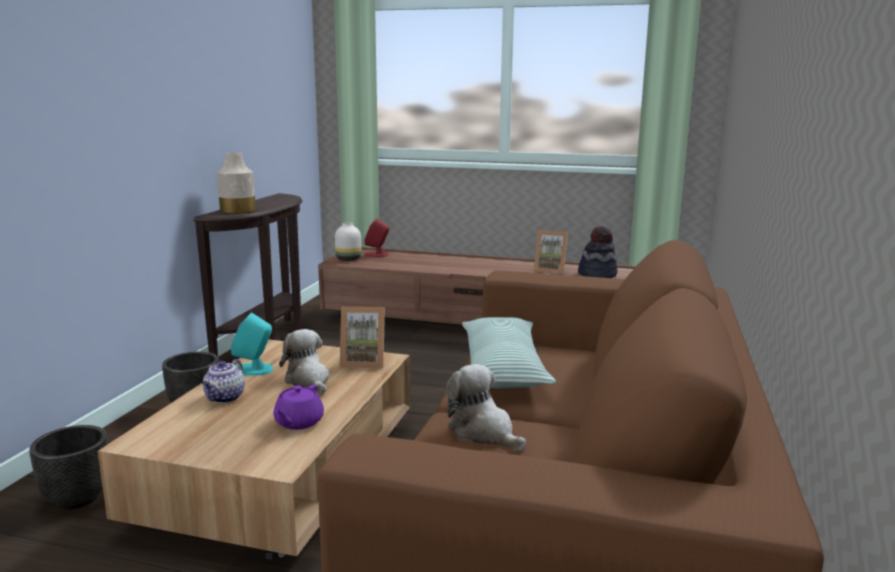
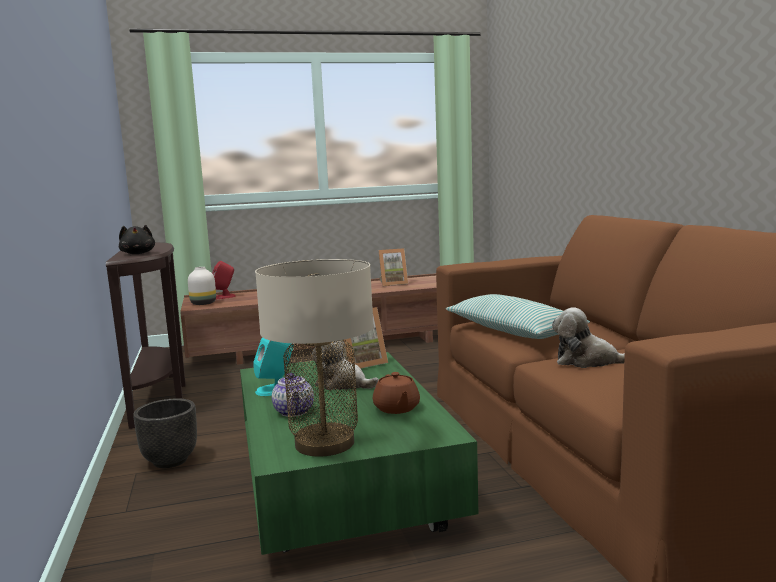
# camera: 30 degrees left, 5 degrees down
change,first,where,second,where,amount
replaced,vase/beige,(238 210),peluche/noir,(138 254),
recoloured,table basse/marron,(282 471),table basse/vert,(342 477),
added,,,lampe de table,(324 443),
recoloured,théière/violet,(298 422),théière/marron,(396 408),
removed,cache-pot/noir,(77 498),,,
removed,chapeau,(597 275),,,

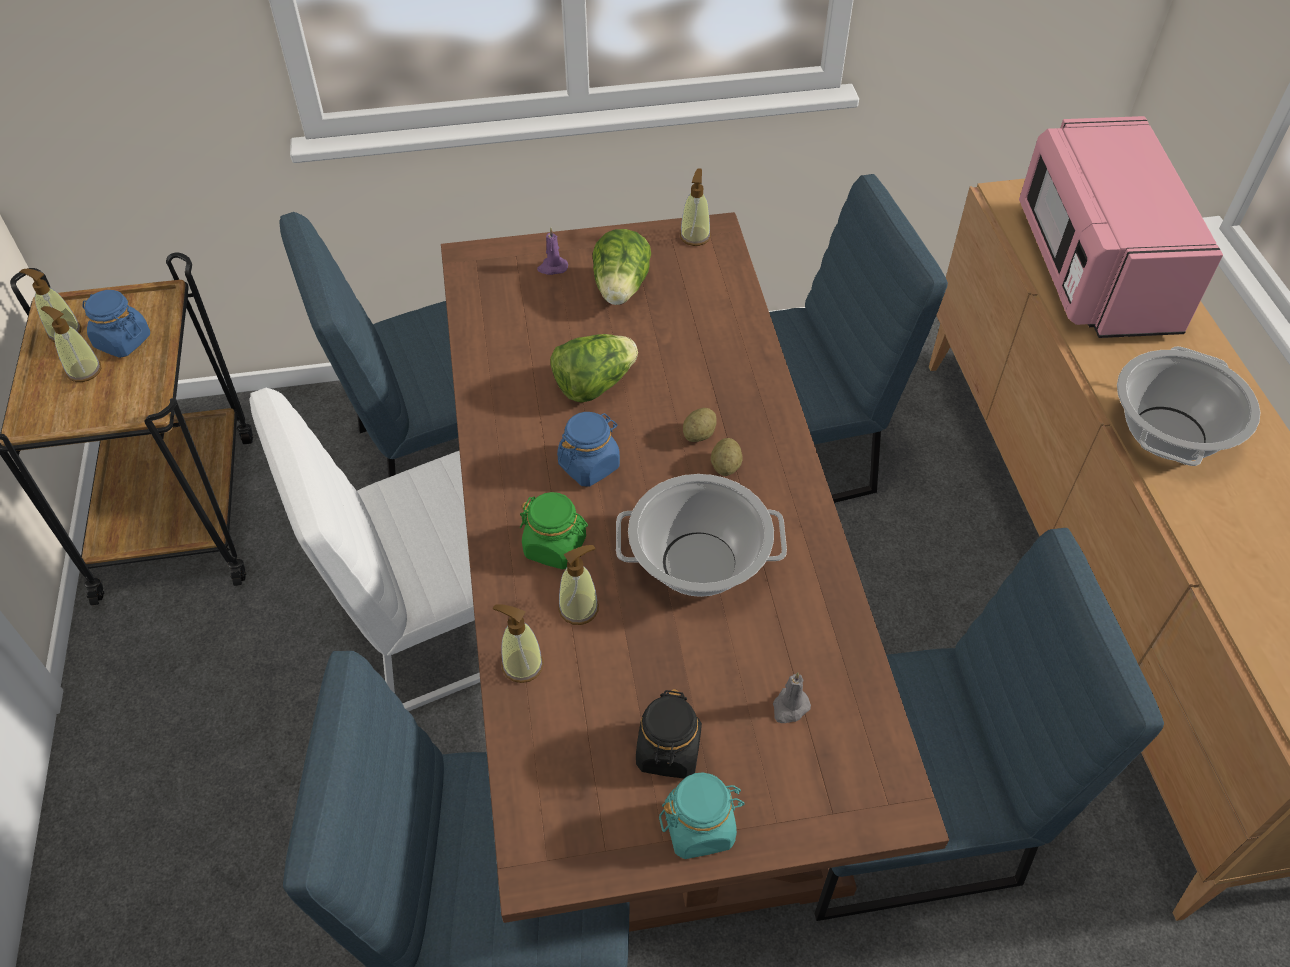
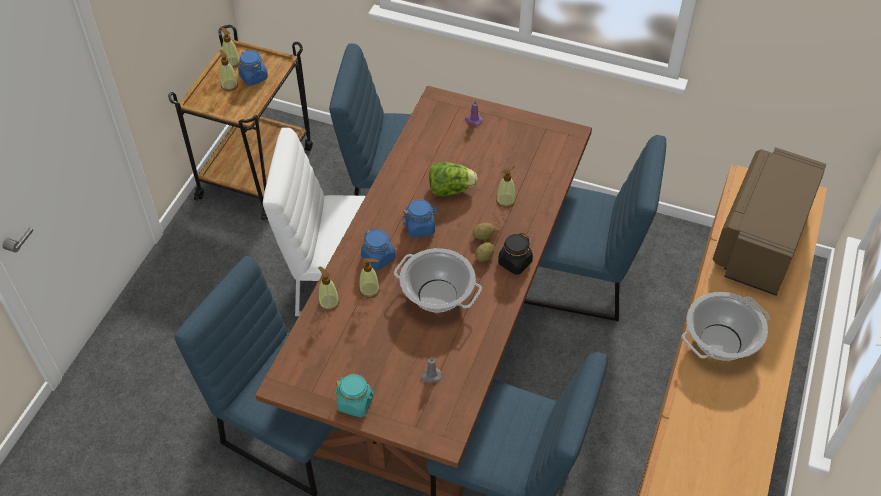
# camera: 30 degrees right, 0 degrees up
change,first,where,second,where,amount
recoloured,bocal/vert,(555 547),bocal/bleu,(378 258),
moved,distributeur de savon,(695 236),,(505 200),
moved,bocal/noir,(668 751),,(514 263),
recoloured,micro-ondes/rose,(1093 269),micro-ondes/marron,(760 240),
removed,laitue,(621 289),,,

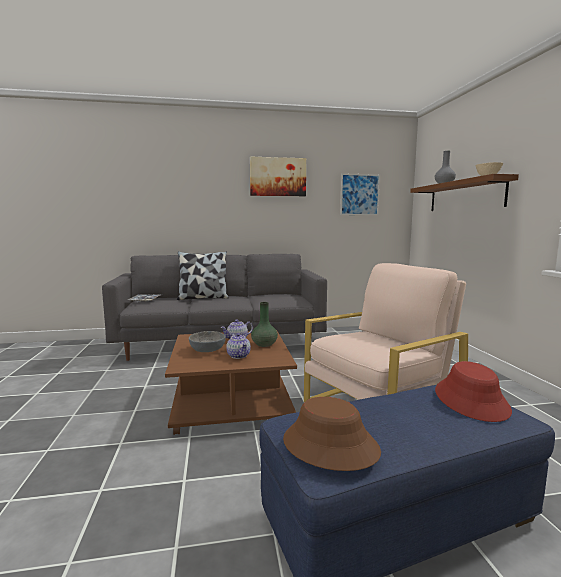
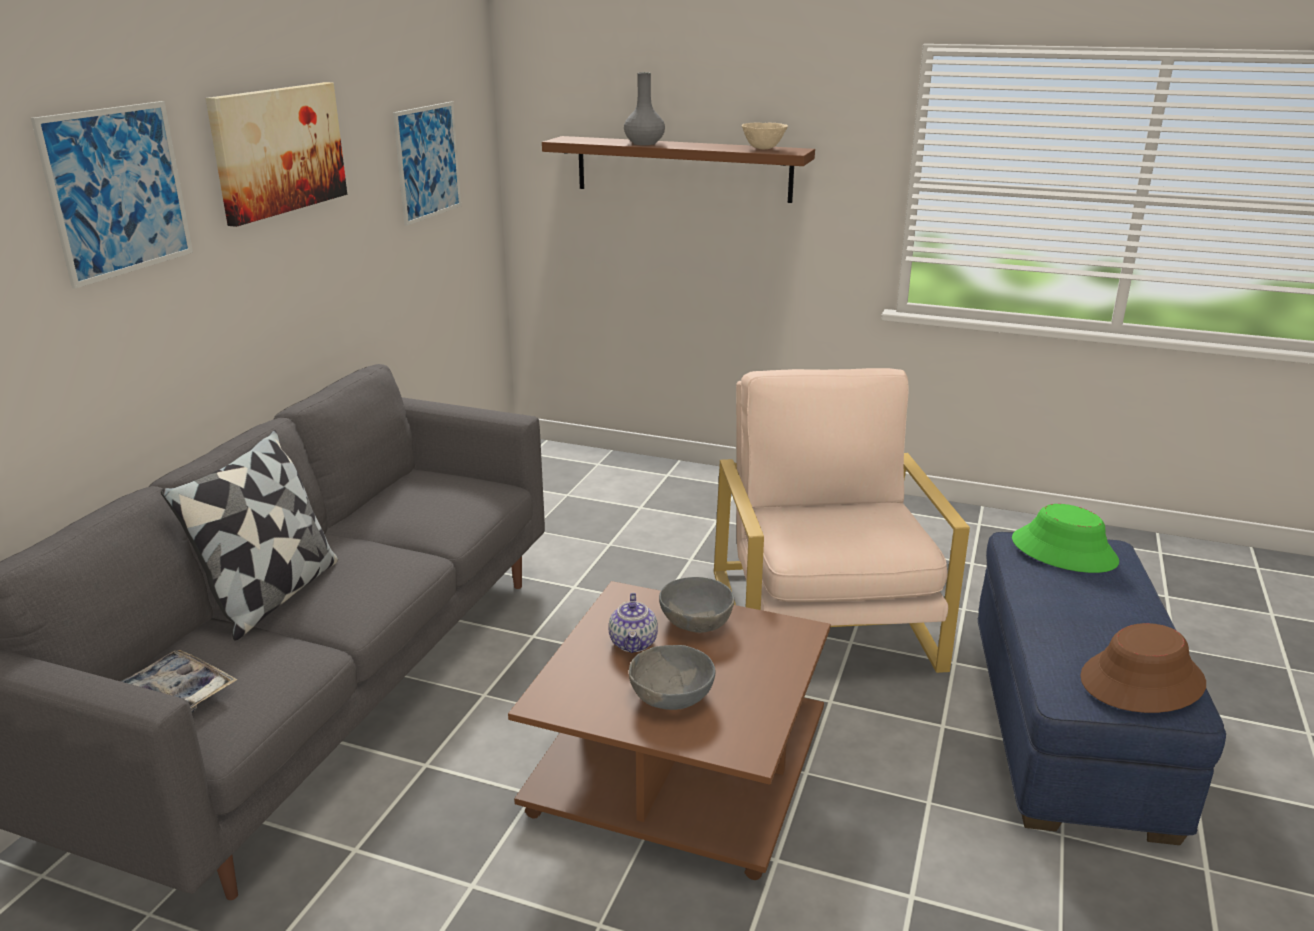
# camera: 60 degrees left, 15 degrees up
change,first,where,second,where,amount
added,,,tableau,(118 191),
replaced,vase/vert,(264 344),bol/gris,(697 621),
recoloured,chapeau/rouge,(471 400),chapeau/vert,(1064 551),
removed,théière,(239 355),,,

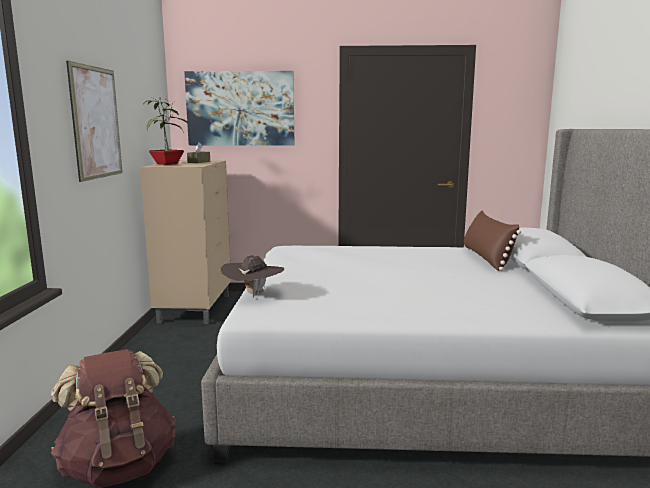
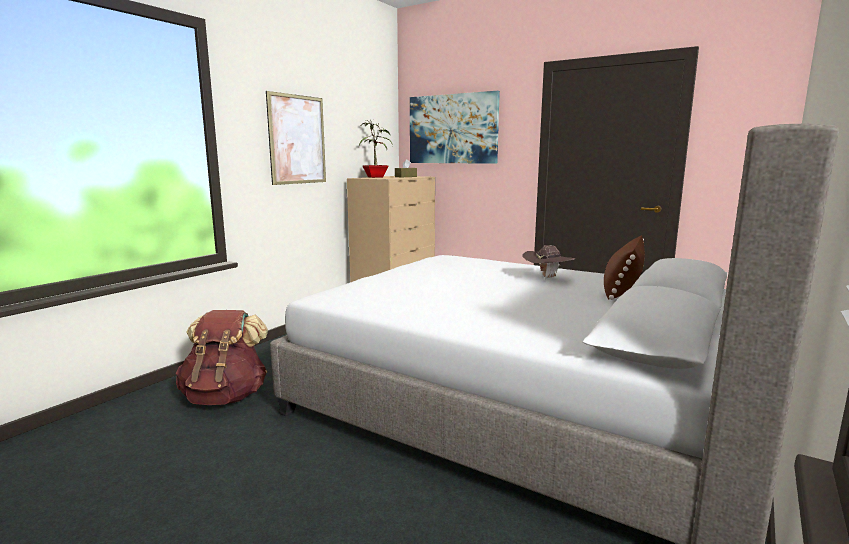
# camera: 30 degrees right, 0 degrees up
change,first,where,second,where,amount
moved,chapeau/marron,(253 294),,(547 277),

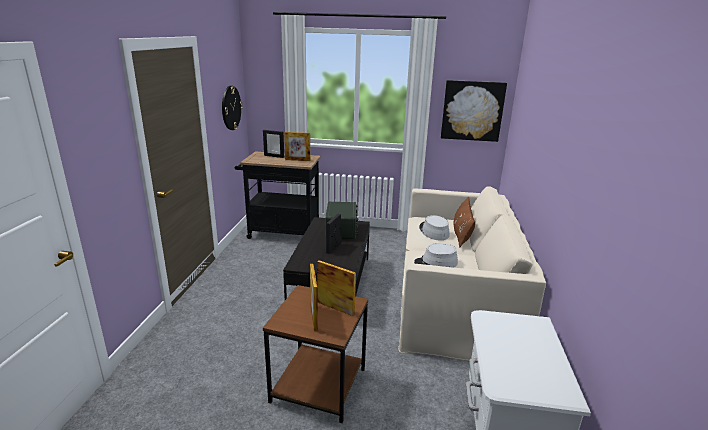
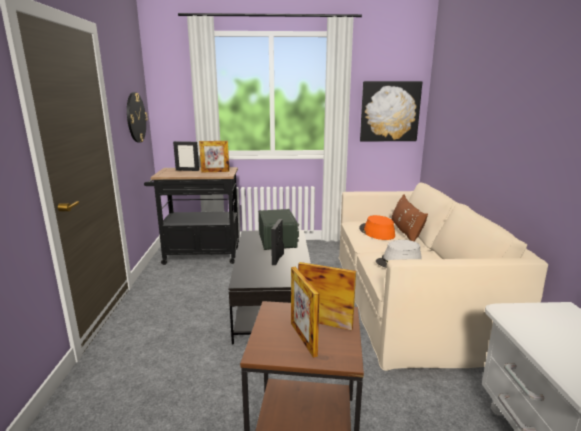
# camera: 10 degrees left, 5 degrees down
change,first,where,second,where,amount
recoloured,chapeau/gris,(433 231),chapeau/orange,(376 232),

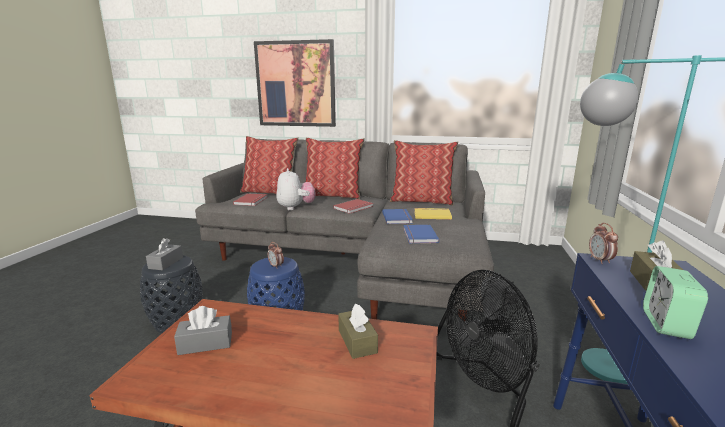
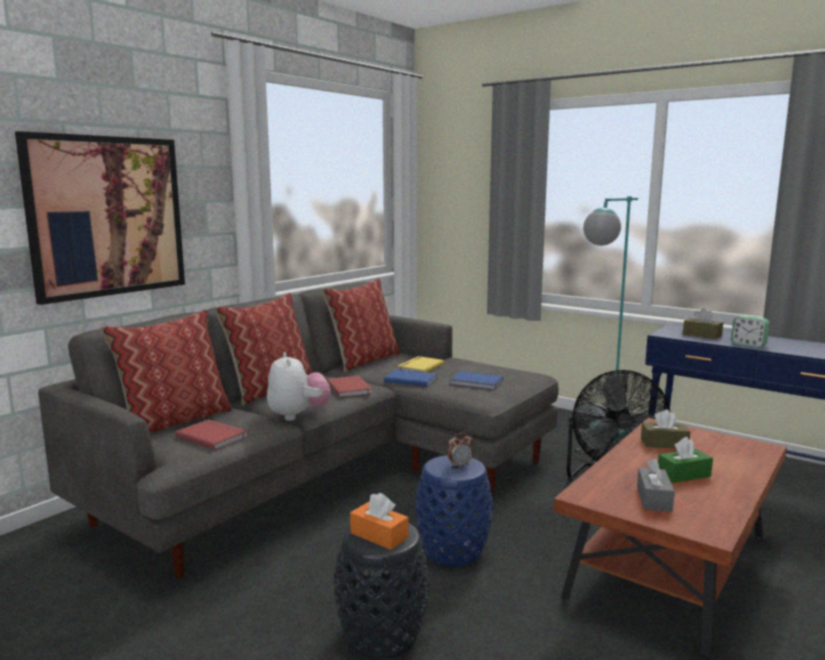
# camera: 65 degrees left, 5 degrees down
change,first,where,second,where,amount
turned,peluche,(296 208),,(298 415),60 degrees clockwise
recoloured,boîte à mouchoirs/gris,(166 263),boîte à mouchoirs/orange,(379 535),
added,,,boîte à mouchoirs/vert,(683 474),
removed,réveil,(600 260),,,

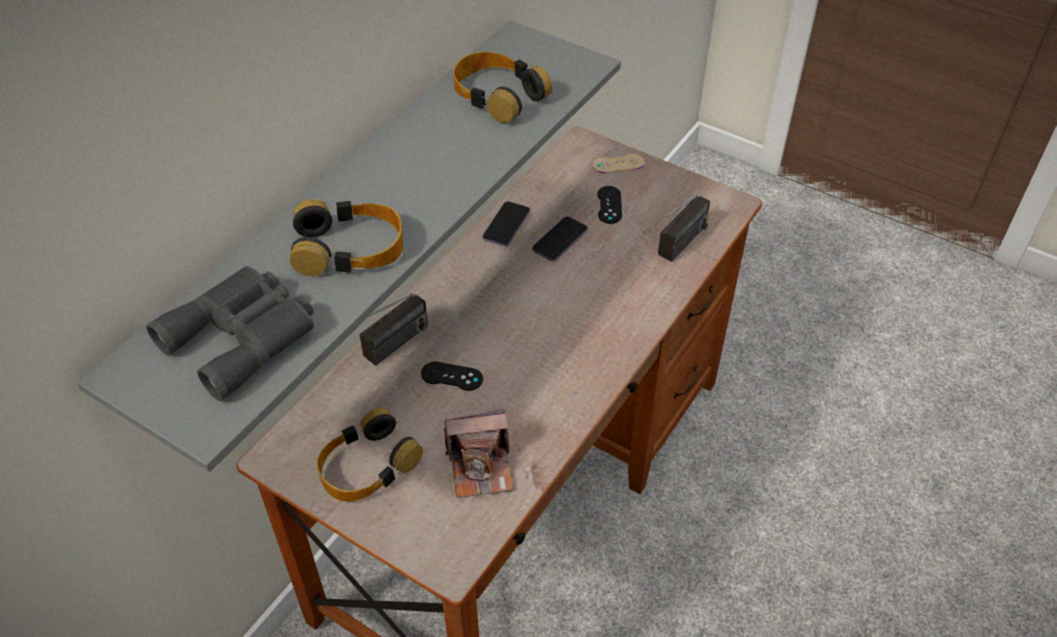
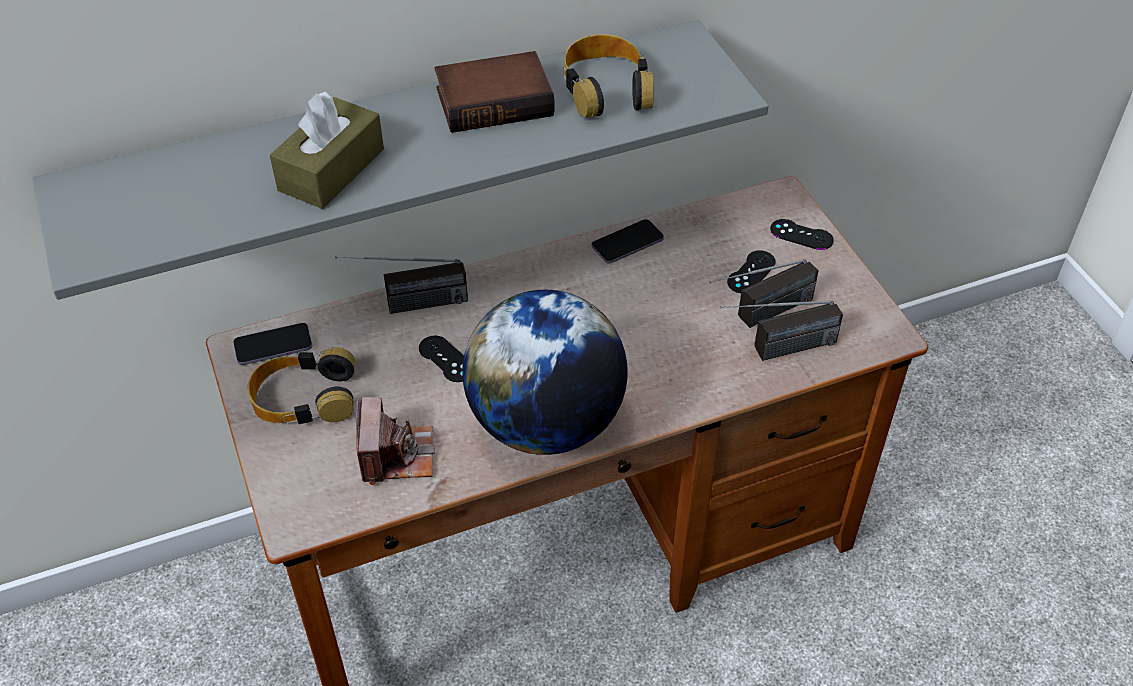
# camera: 35 degrees right, 0 degrees up
change,first,where,second,where,amount
moved,téléphone,(560 240),,(273 346),
replaced,casque audio,(349 248),boîte à mouchoirs/marron,(331 170),
turned,appareil photo,(481 467),,(396 455),120 degrees counterclockwise
added,,,livre,(495 100),
added,,,globe,(546 423),
added,,,radio,(759 316),
recoloured,manette/beige,(618 164),manette/noir,(801 235),
removed,jumelles/gris,(244 335),,,

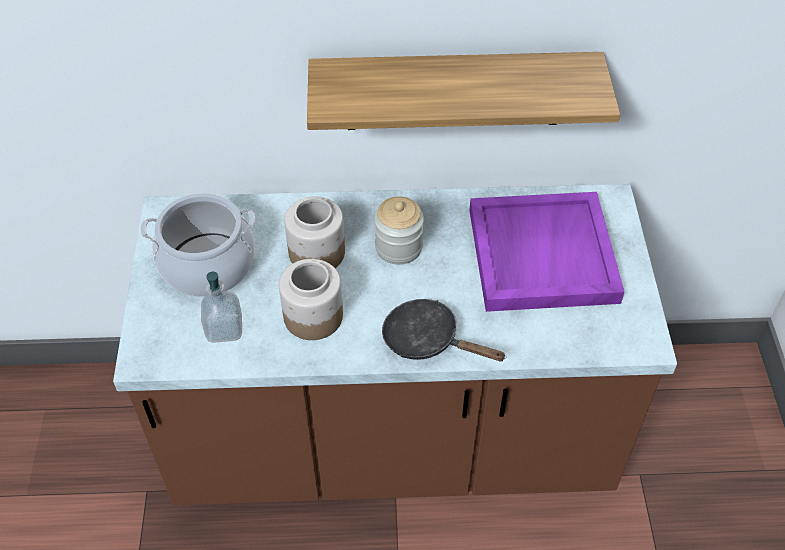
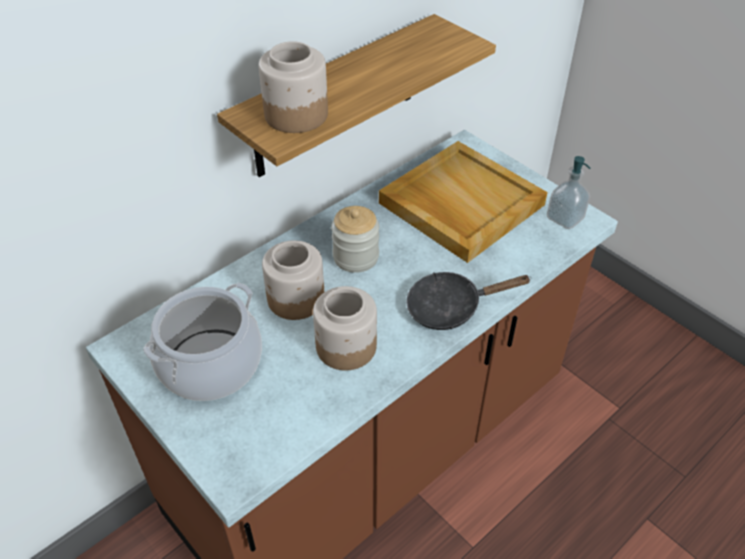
# camera: 40 degrees left, 5 degrees down
change,first,where,second,where,amount
added,,,bocal,(295 115),
recoloured,plateau/violet,(540 254),plateau/beige,(459 204),
moved,distributeur de savon,(224 329),,(565 218),

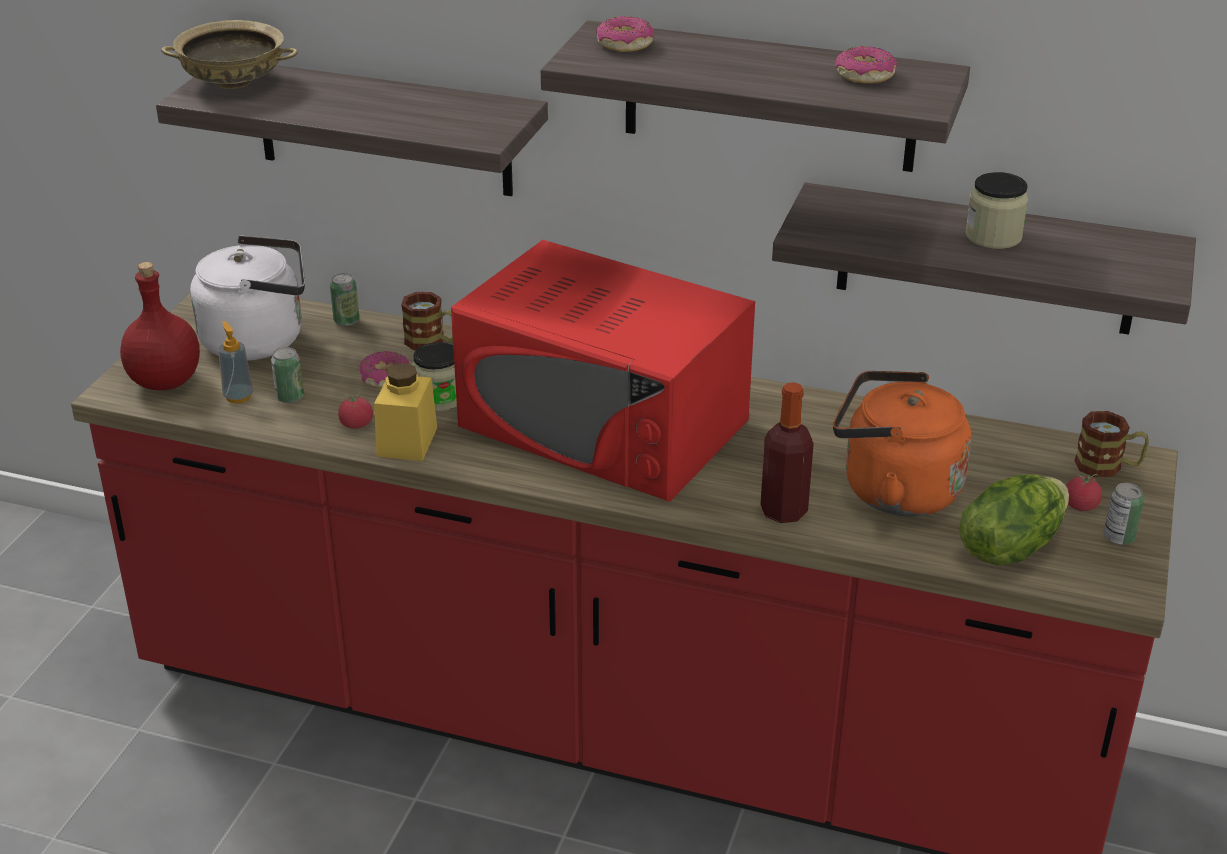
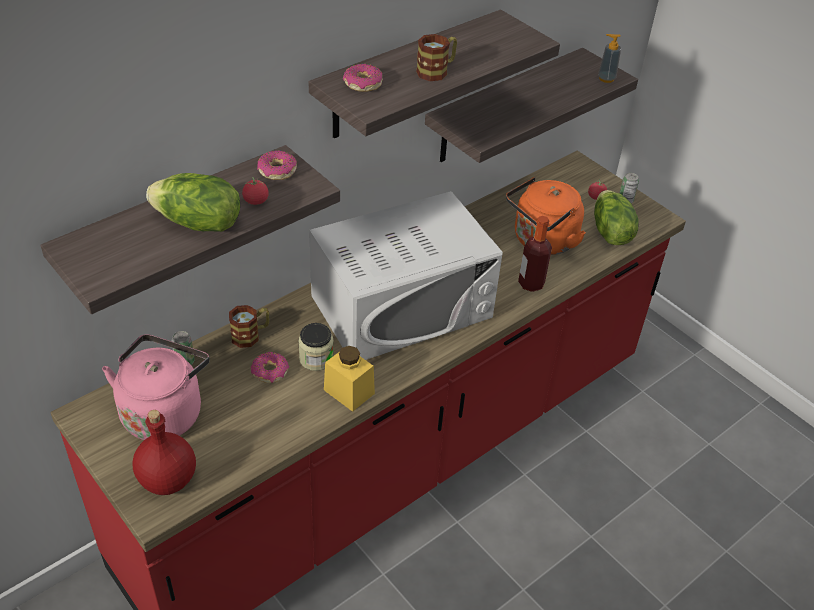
# camera: 60 degrees left, 10 degrees up
change,first,where,second,where,amount
recoloured,bouilloire/blanc,(260 340),bouilloire/rose,(164 411),
added,,,laitue,(198 224),
moved,tomate,(356 425),,(256 201),
moved,beignet,(864 75),,(277 171),
recoloured,micro-ondes/rouge,(604 423),micro-ondes/blanc,(402 306),
moved,mug,(1108 466),,(437 71),
moved,distributeur de savon,(238 396),,(606 78),
removed,bol/beige,(235 82),,,
removed,boîte métallique,(290 397),,,
removed,bocal,(993 236),,,

